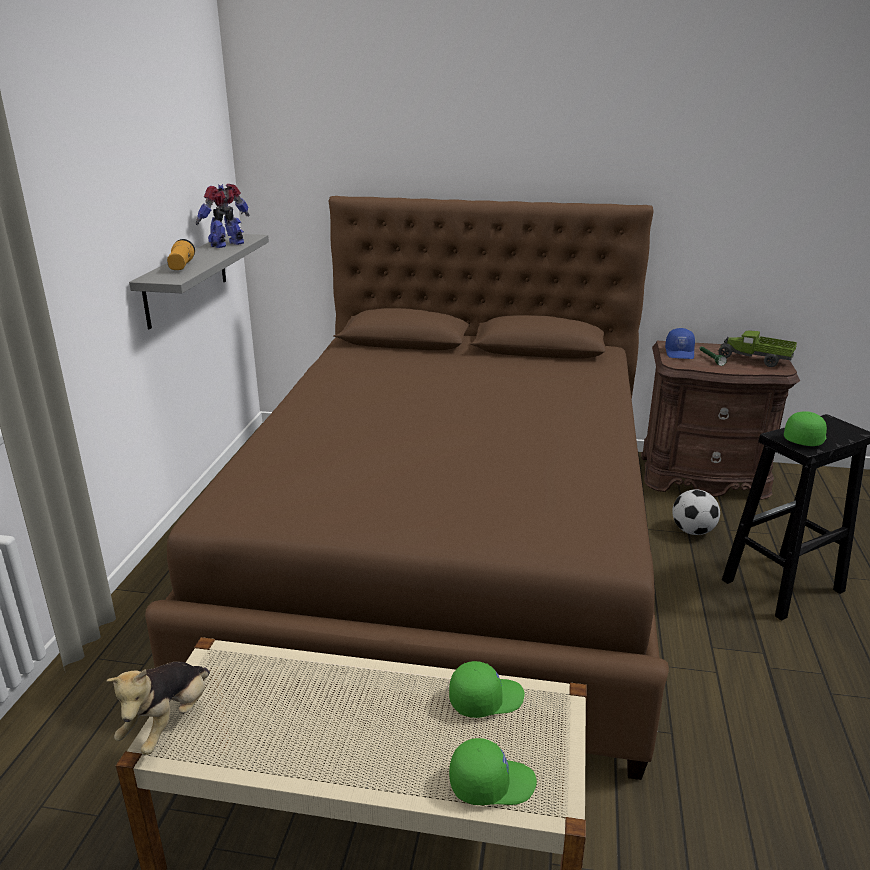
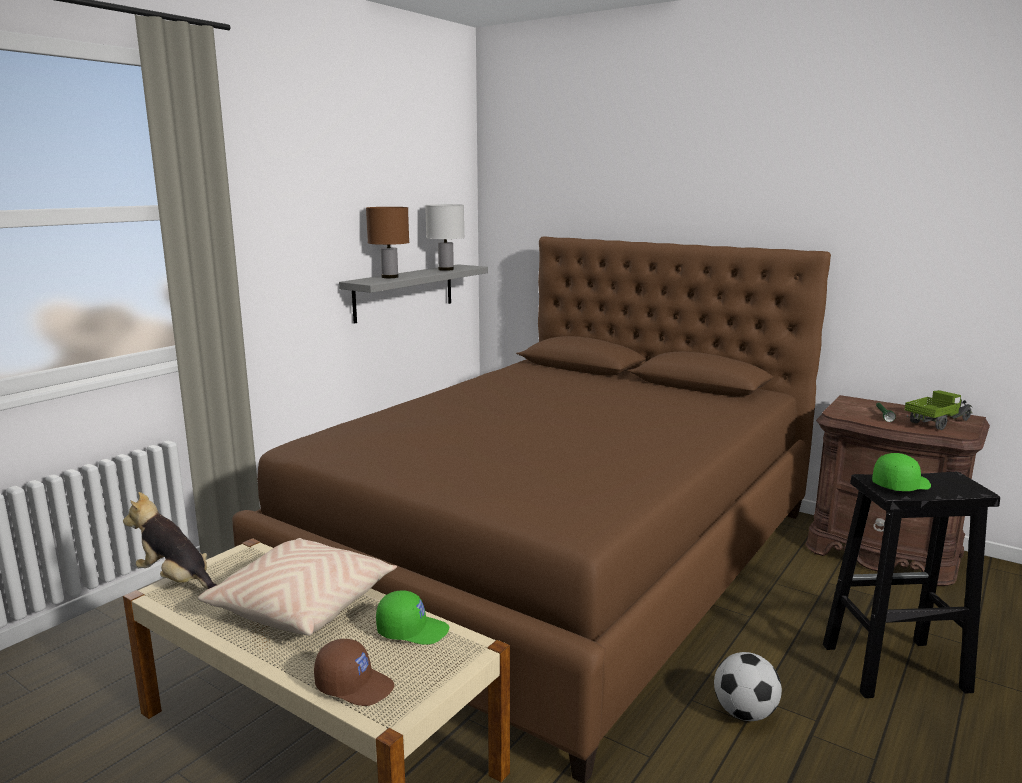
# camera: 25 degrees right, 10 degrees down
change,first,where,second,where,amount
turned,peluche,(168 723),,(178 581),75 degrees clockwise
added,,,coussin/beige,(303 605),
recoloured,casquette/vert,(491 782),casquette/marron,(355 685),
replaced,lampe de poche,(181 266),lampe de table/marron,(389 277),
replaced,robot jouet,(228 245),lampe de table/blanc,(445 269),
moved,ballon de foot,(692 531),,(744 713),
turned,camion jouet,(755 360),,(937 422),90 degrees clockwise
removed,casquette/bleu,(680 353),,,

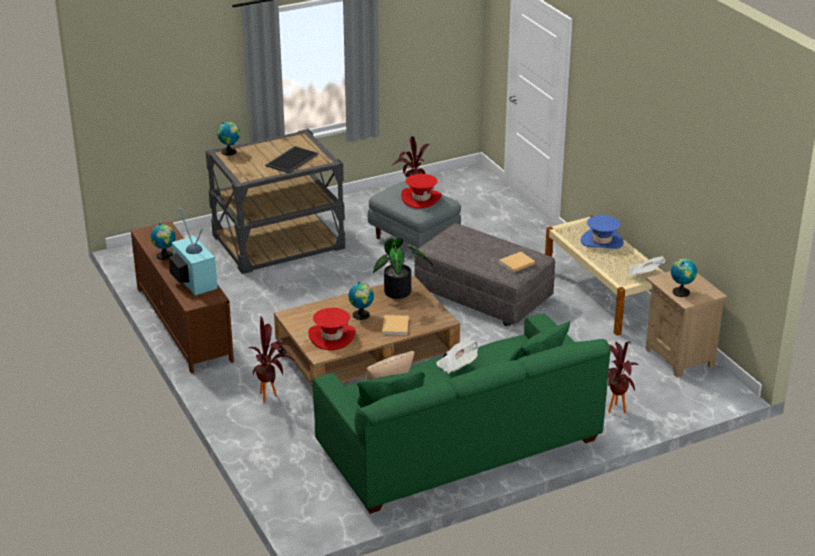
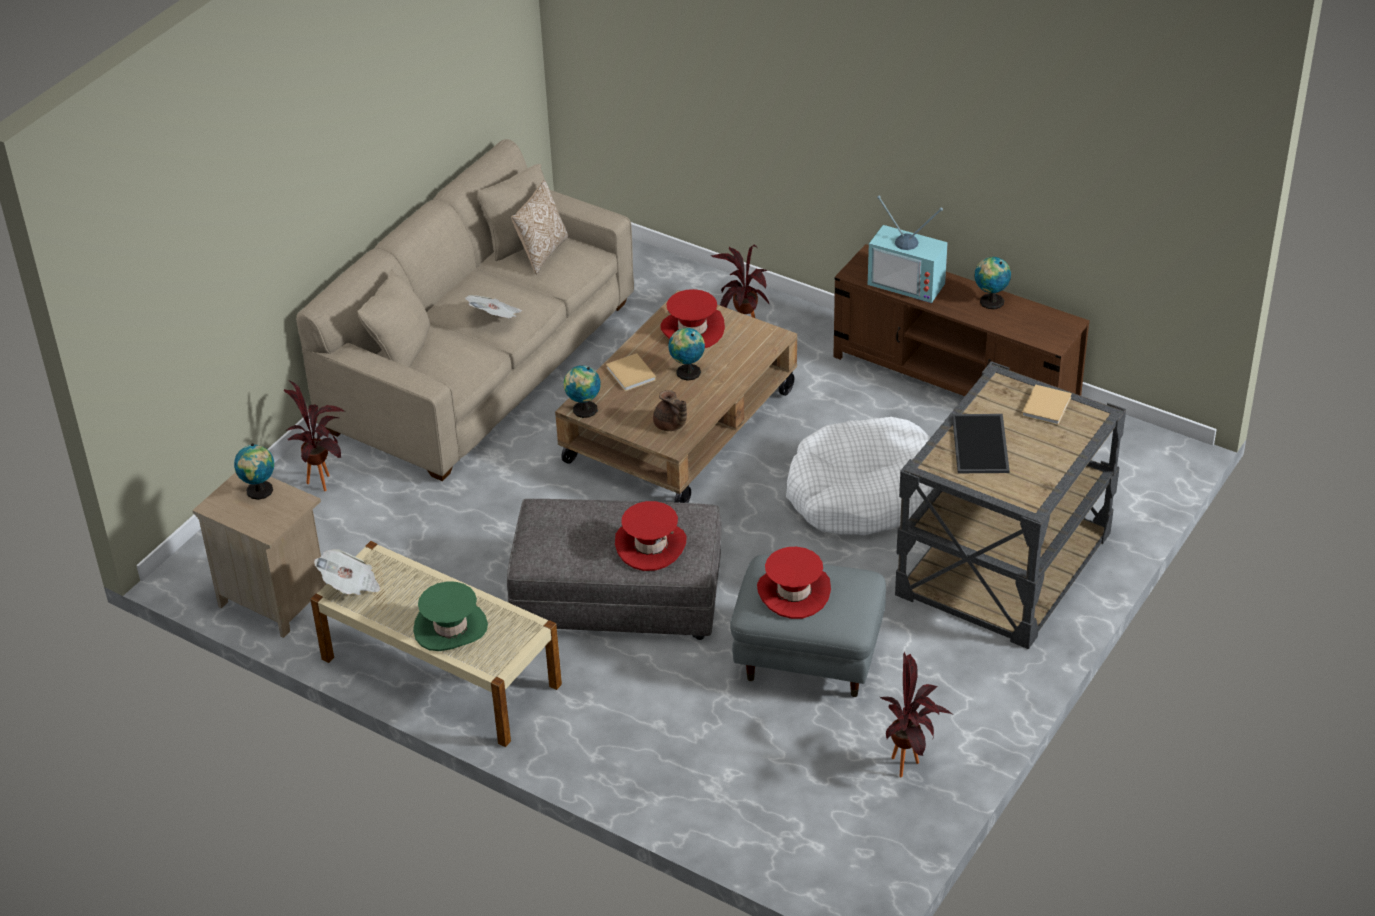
# camera: 150 degrees right, 10 degrees up
change,first,where,second,where,amount
recoloured,canapé/vert,(457 443),canapé/beige,(481 366),
recoloured,chapeau/bleu,(602 241),chapeau/vert,(450 628),
moved,globe,(230 152),,(583 410),
added,,,chapeau/rouge,(650 546),
replaced,plante en pot,(401 293),théière/marron,(670 425),
added,,,panier pour chien/blanc,(864 493),
moved,livre/beige,(516 263),,(1047 405),

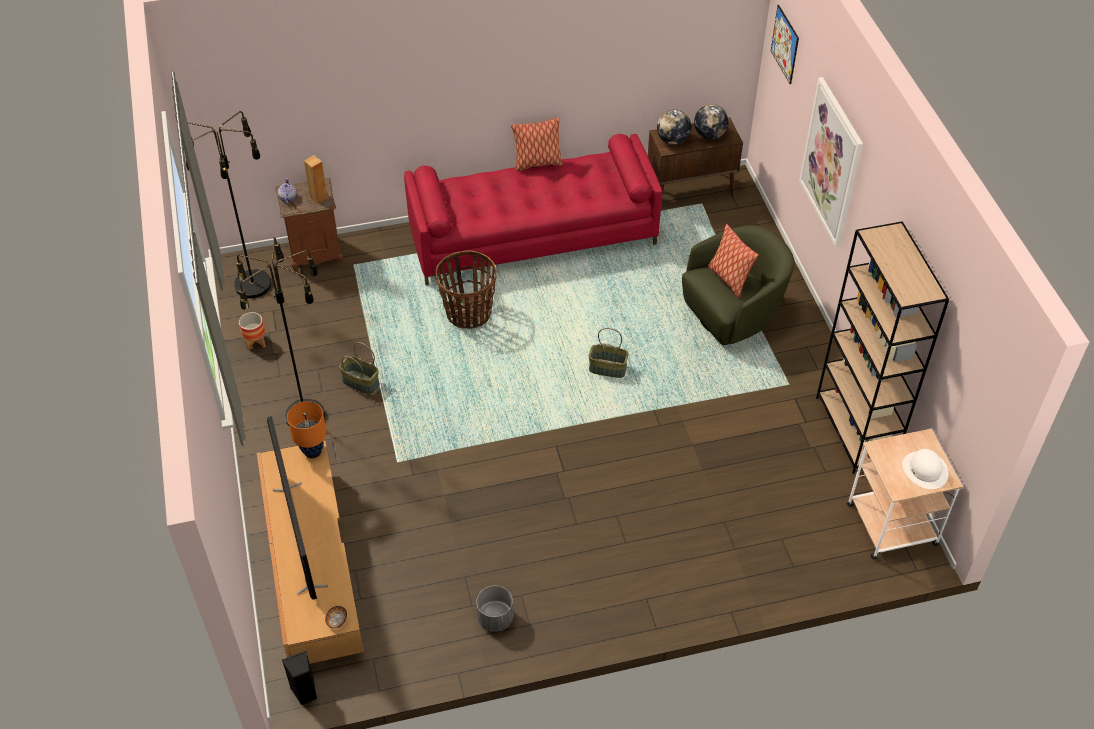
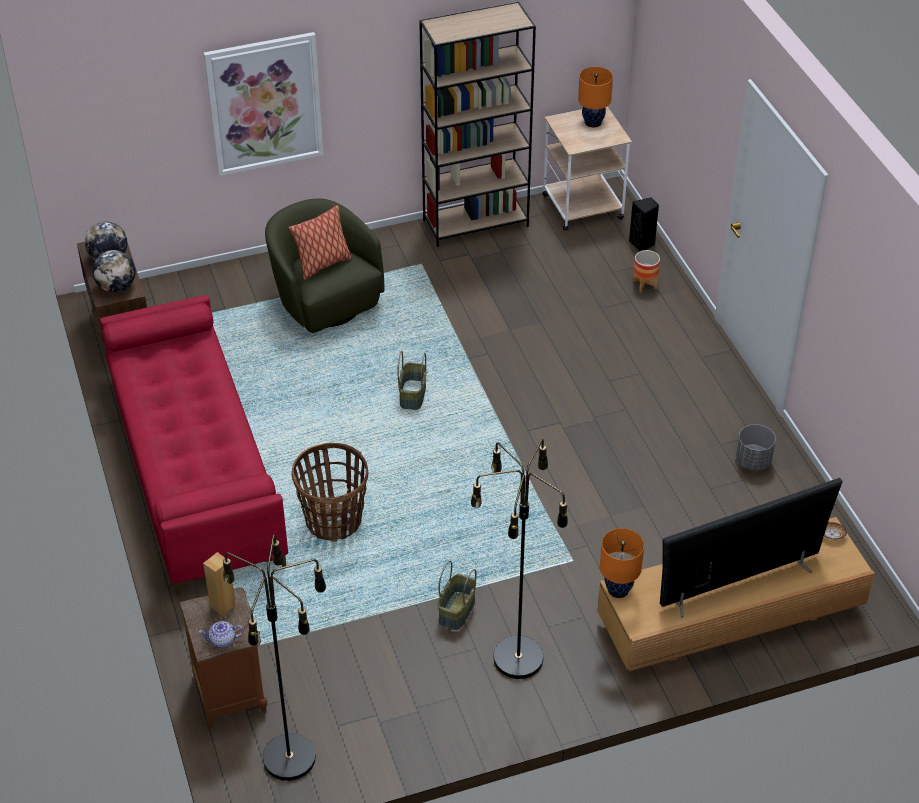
# camera: 95 degrees left, 5 degrees down
change,first,where,second,where,amount
replaced,chapeau/blanc,(925 470),lampe de table/orange,(593 122),
moved,enceinte/noir,(305 692),,(642 244),
moved,cache-pot,(255 342),,(644 284),
removed,coussin,(537 163),,,
removed,tableau,(785 44),,,

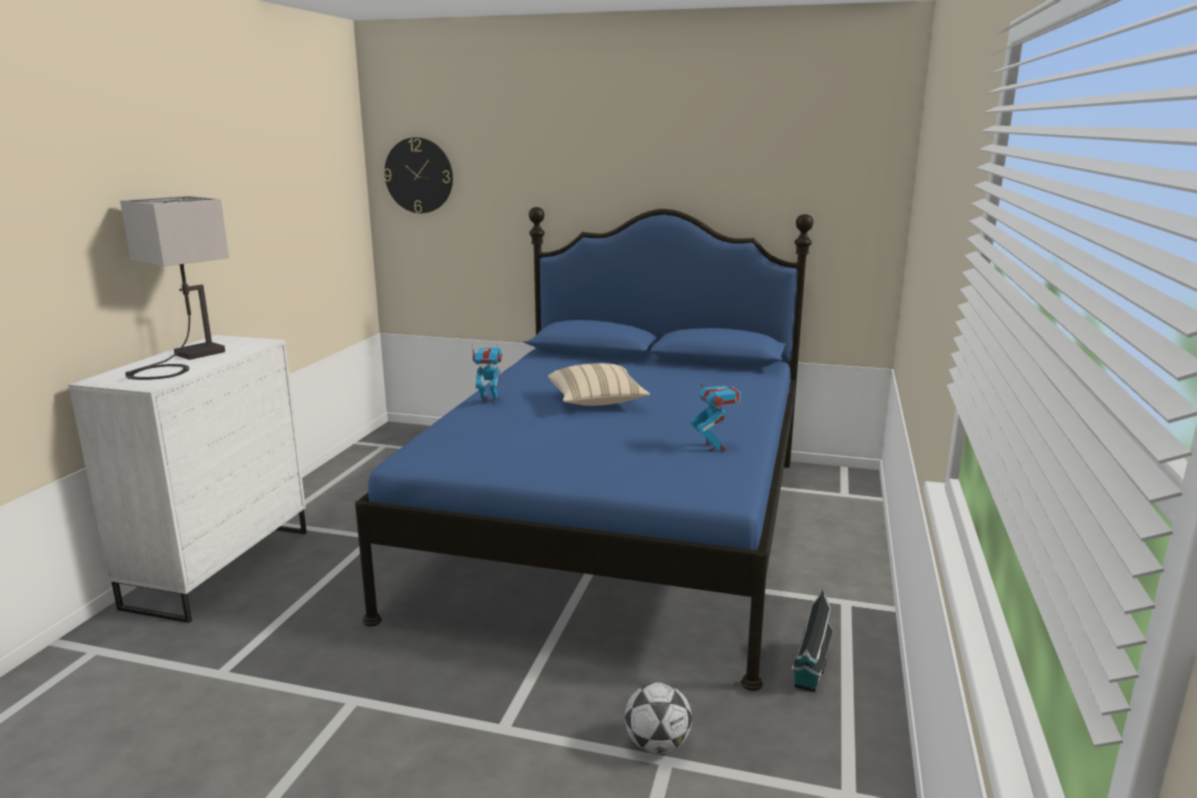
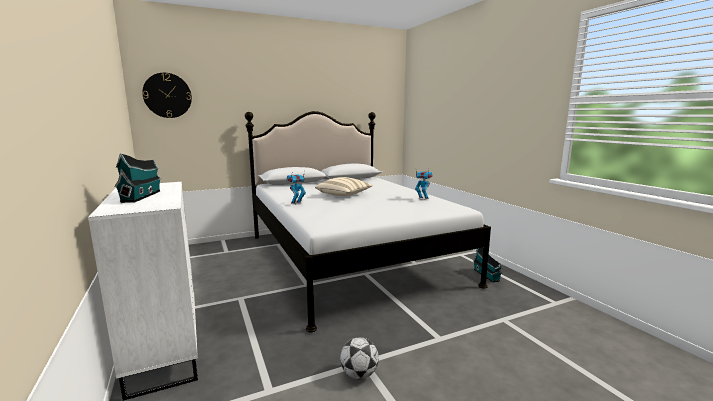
# camera: 40 degrees left, 5 degrees down
change,first,where,second,where,amount
replaced,lampe de table,(181 361),maison miniature,(142 196),
recoloured,lit/bleu,(617 530),lit/blanc,(350 258),
moved,ballon de foot,(657 744),,(359 374),

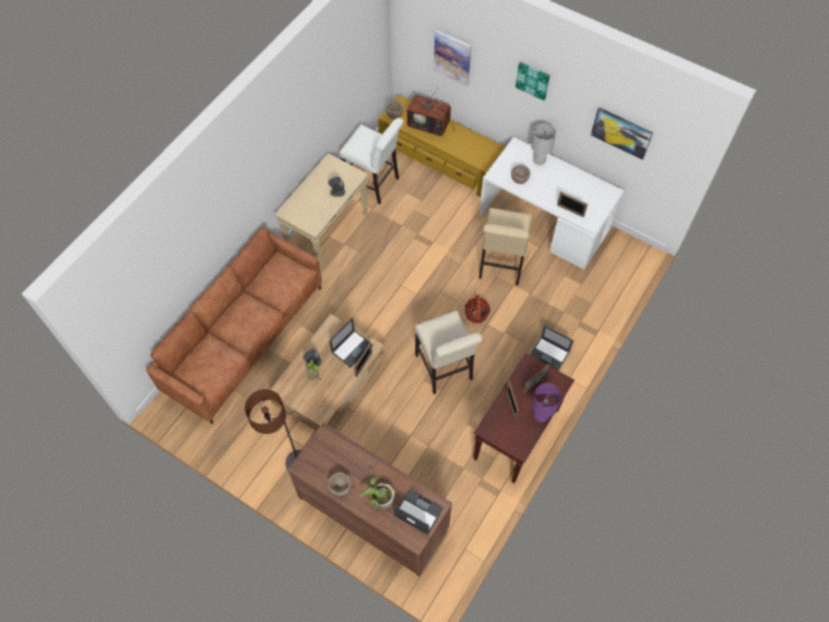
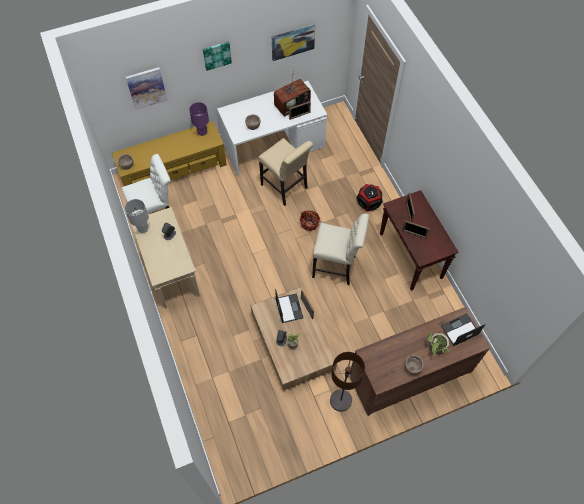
# camera: 55 degrees left, 0 degrees up
change,first,where,second,where,amount
moved,lampe de table/gris,(539 161),,(143 228),
moved,lampe de table/violet,(540 416),,(202 133),
moved,téléviseur,(430 125),,(292 104),
replaced,ordinateur portable,(550 354),enceinte,(368 202),
removed,canapé/marron,(246 339),,,

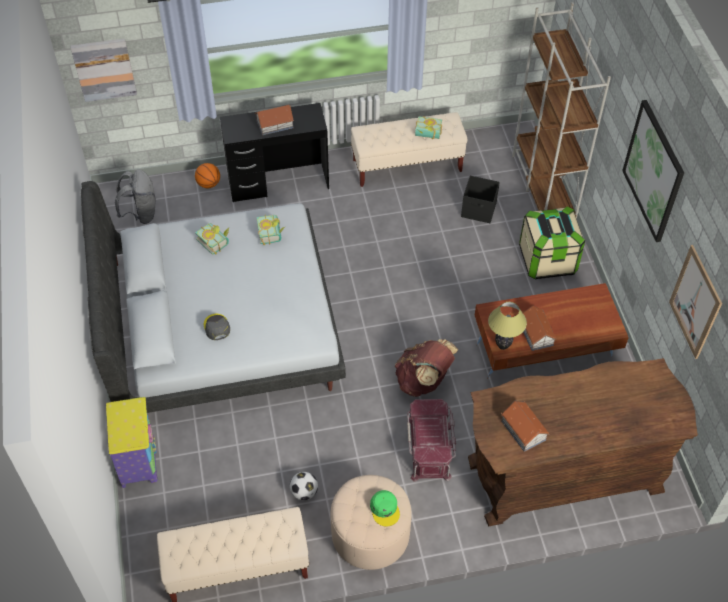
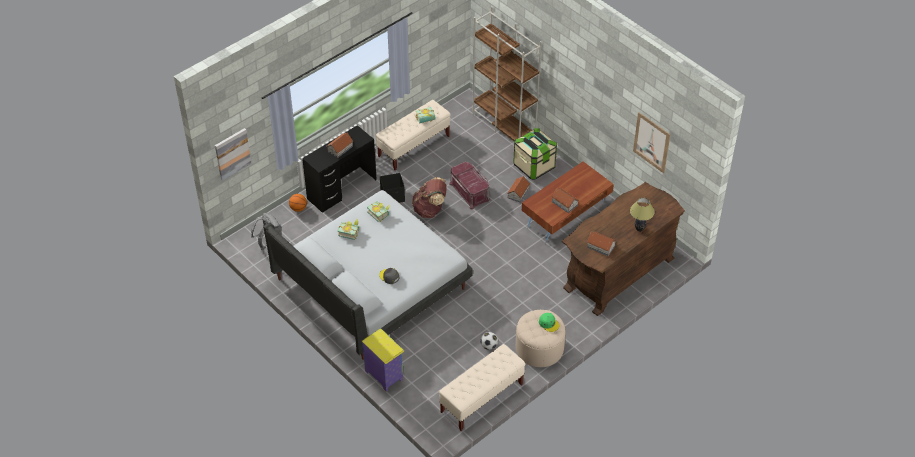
# camera: 30 degrees left, 5 degrees down
change,first,where,second,where,amount
moved,boîte de rangement/noir,(479 210),,(393 196),
moved,sac à dos/marron,(423 381),,(430 209),
moved,boîte de rangement/rouge,(430 448),,(470 191),
added,,,maison miniature,(518 193),
moved,lampe de table,(503 345),,(639 229),
removed,tableau,(653 171),,,

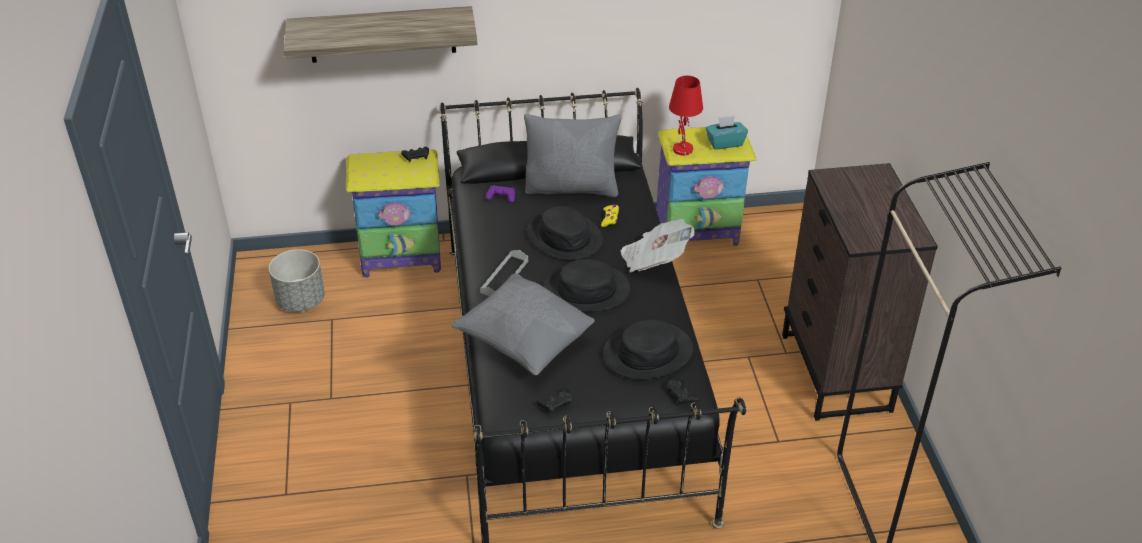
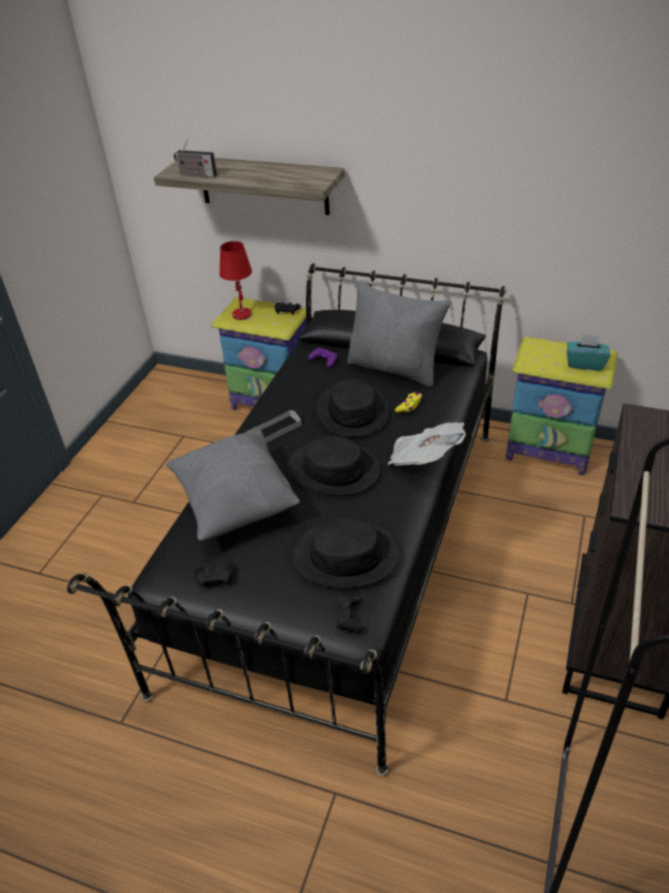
# camera: 30 degrees right, 0 degrees up
change,first,where,second,where,amount
added,,,radio,(196 175),
moved,lampe de table/rouge,(682 149),,(241 314),
removed,cache-pot/gris,(300 300),,,

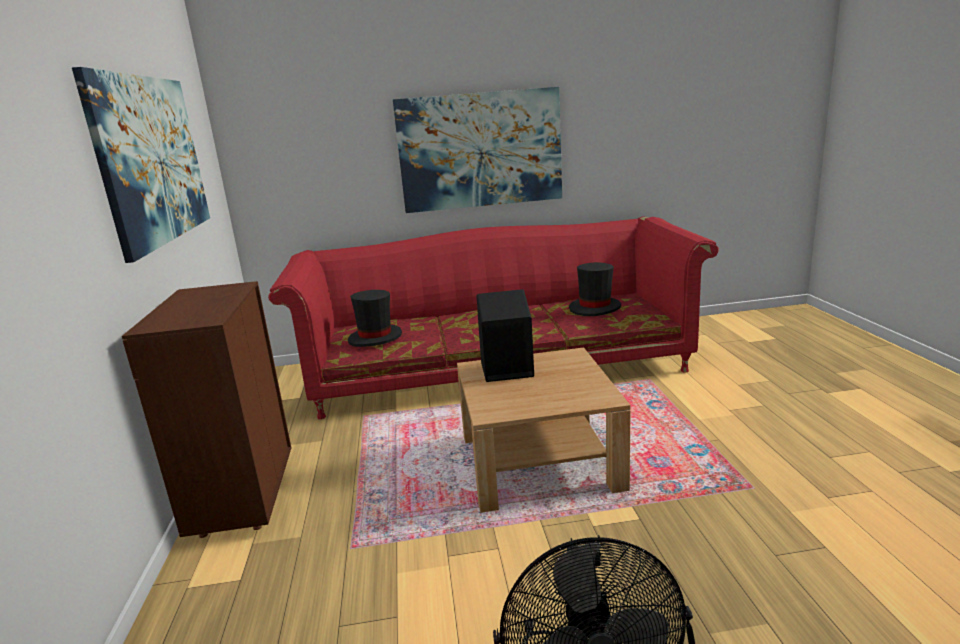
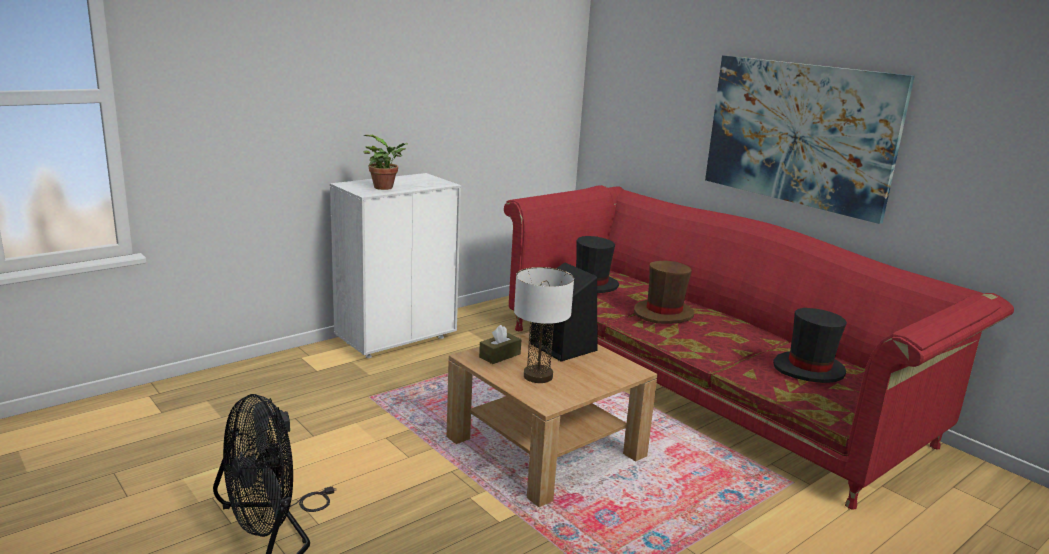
# camera: 55 degrees right, 0 degrees up
change,first,where,second,where,amount
recoloured,meuble de rangement/marron,(243 496),meuble de rangement/blanc,(397 339),
added,,,plante en pot,(386 187),
added,,,boîte à mouchoirs/marron,(500 355),
added,,,lampe de table,(538 376),
added,,,chapeau/marron,(663 313),
removed,tableau,(152 159),,,

